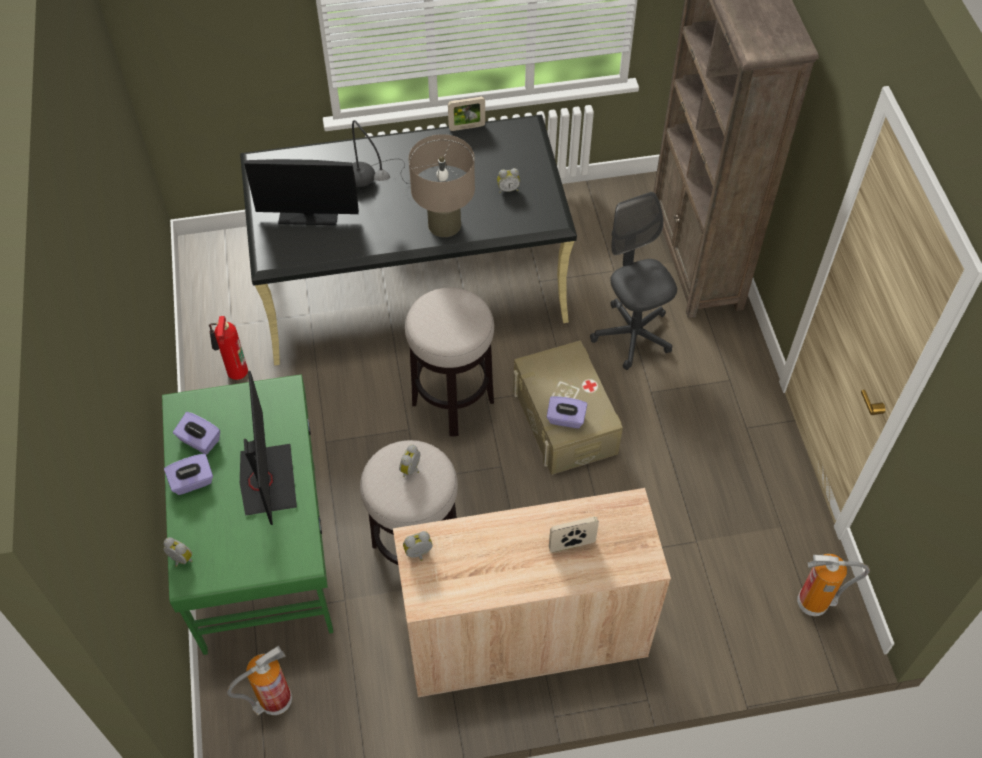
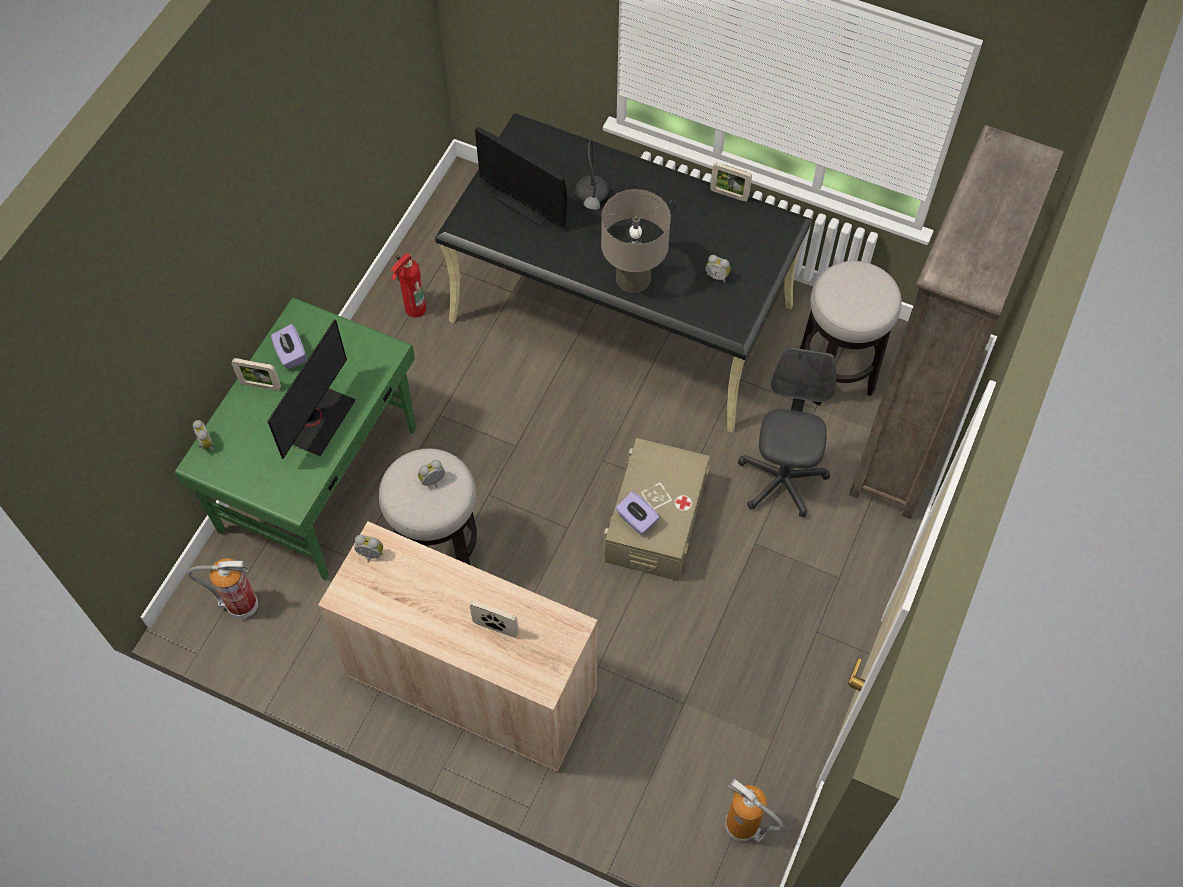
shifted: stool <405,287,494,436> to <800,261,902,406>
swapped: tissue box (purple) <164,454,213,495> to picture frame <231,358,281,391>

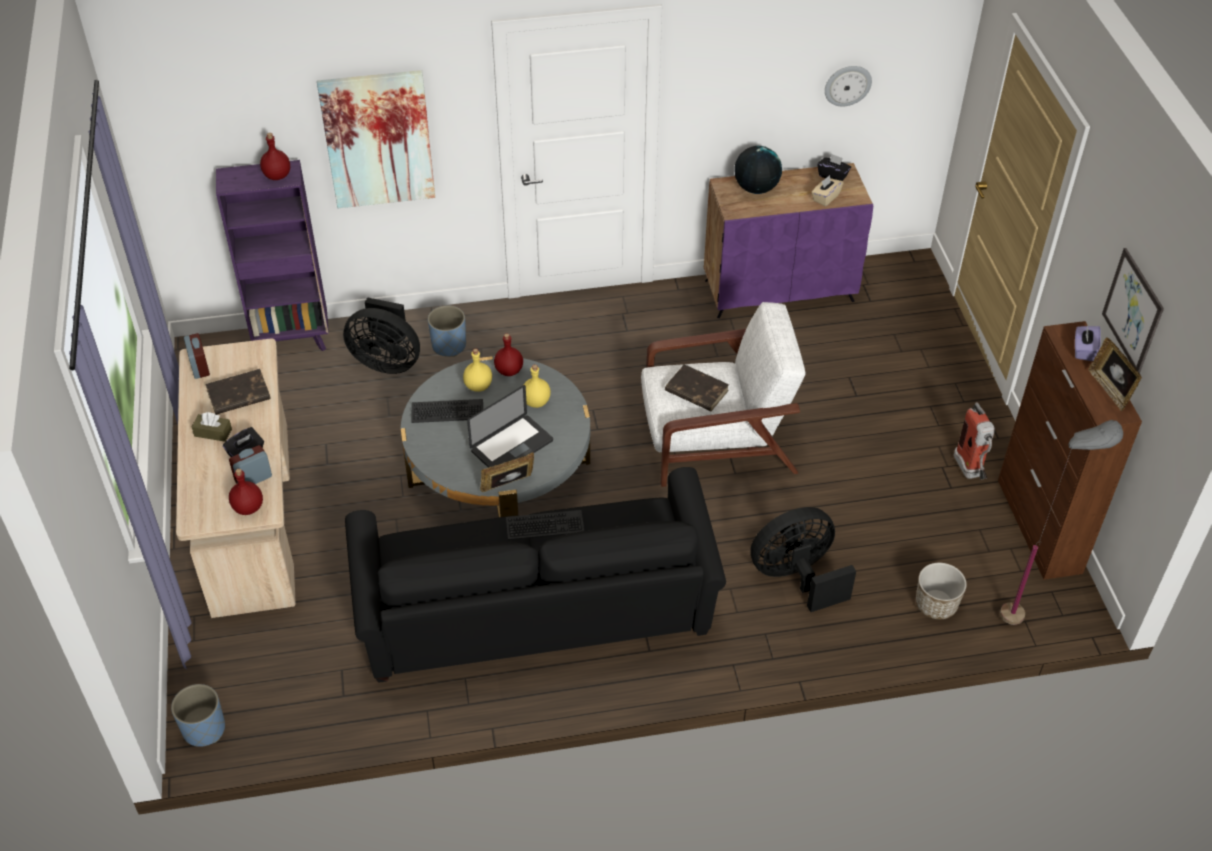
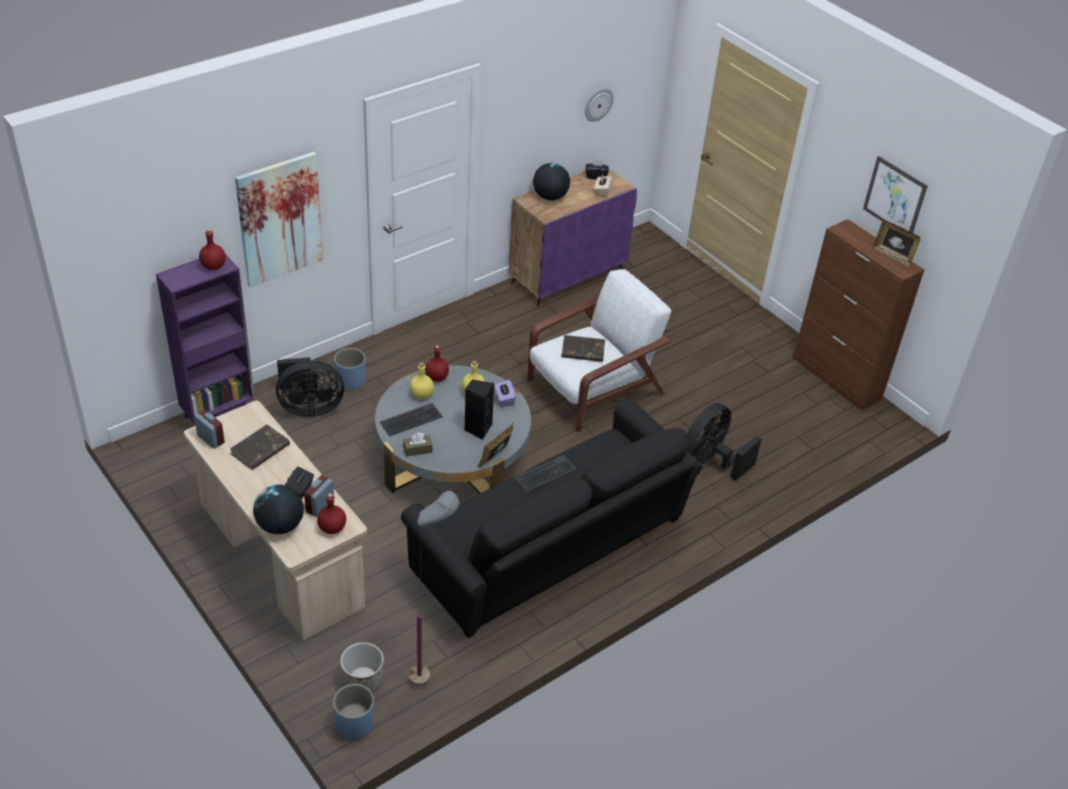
gone: fire extinguisher <954,402,995,479>
new: globe <253,485,304,534>
shifted: tissue box (brown) <192,412,232,442> to <403,433,433,457>; planter <916,563,967,619> to <340,642,384,692>; floor lamp (grey) <1000,420,1123,625> to <408,491,459,686>; tissue box (purple) <1075,324,1101,361> to <494,380,516,407>
swapped: laptop <467,385,553,468> to speaker (black) <464,380,494,440>

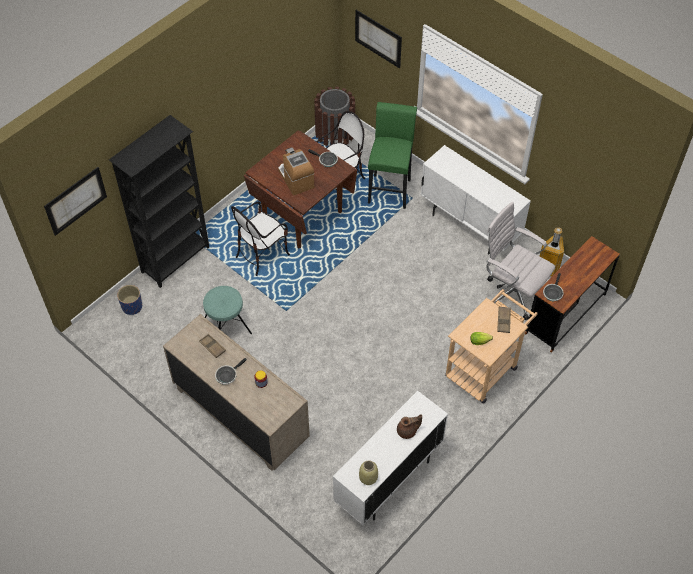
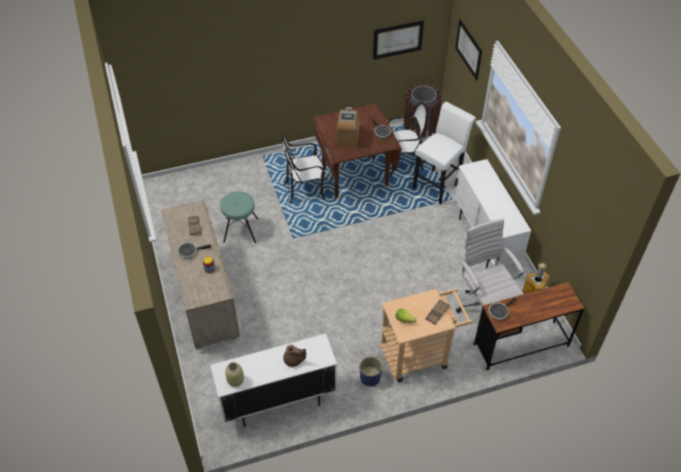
gone: bookcase (black) <109,115,209,288>
shifted: picture <44,167,107,236> to <373,20,424,60>; planter (blue) <117,285,142,315> to <360,356,382,387>
repainted: stool (green) <368,102,417,209> to stool (white) <413,102,476,205>

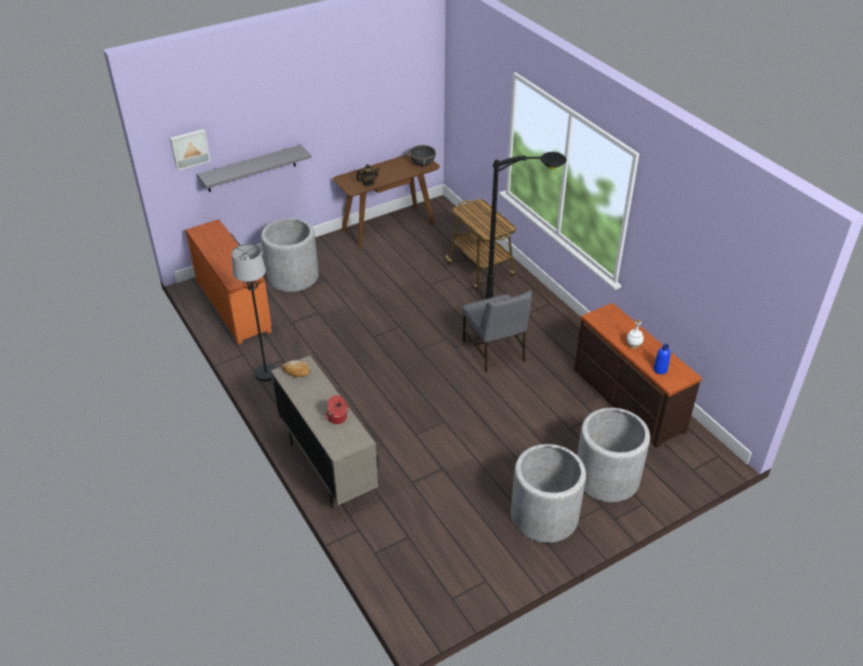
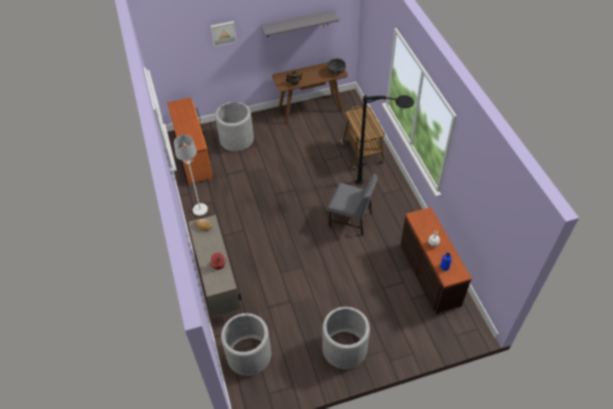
shifted: picture <170,129,211,171> to <211,21,237,47>; shelf (grey) <197,145,312,192> to <261,10,339,37>; planter (grey) <577,408,650,502> to <221,313,271,376>
repainted: floor lamp (black) <232,244,276,381> to floor lamp (white) <174,135,208,216>
rotated: chair (grey) <462,291,532,372> = <328,174,378,235> 60 degrees counterclockwise

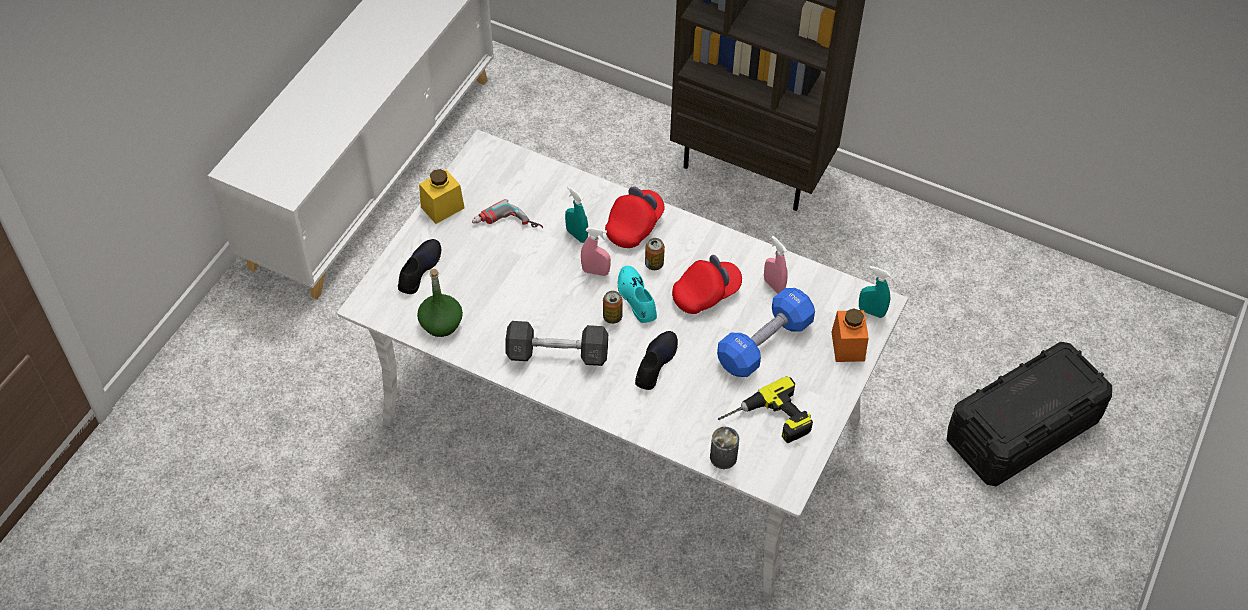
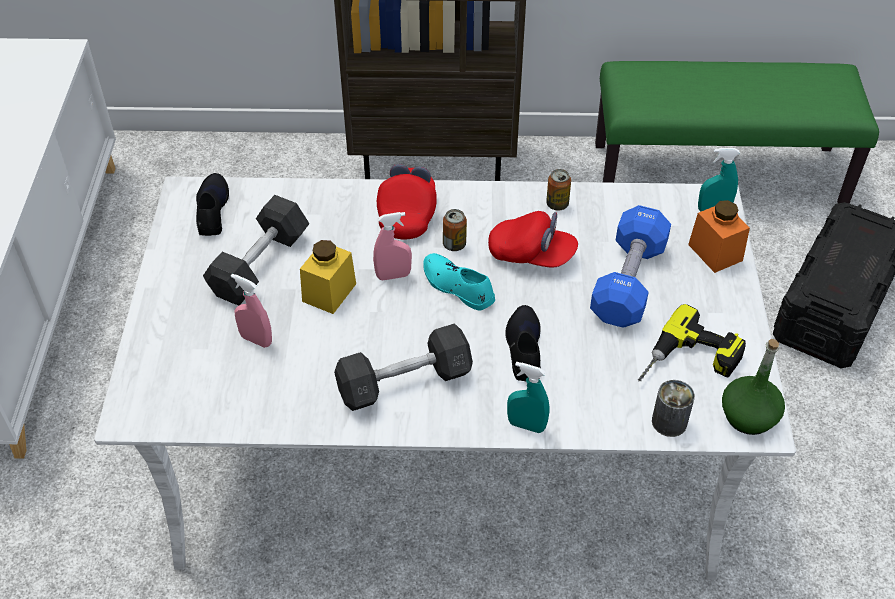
new: bench (green) <595,61,879,204>
shifted: shoe (black) <398,239,441,294> to <196,173,229,236>; bottle (green) <417,269,463,337> to <722,339,785,435>; jar (yellow) <419,169,465,224> to <300,240,356,314>; spray bottle (turquoise) <565,186,588,243> to <507,362,550,433>; can <603,291,623,324> to <546,169,571,211>; spray bottle (pink) <764,236,788,294> to <231,274,272,348>
swapped: power drill <472,199,543,228> to dumbbell (grey) <203,195,310,305>
rotated: cap (red) <672,255,742,314> = <488,211,578,268> 75 degrees clockwise

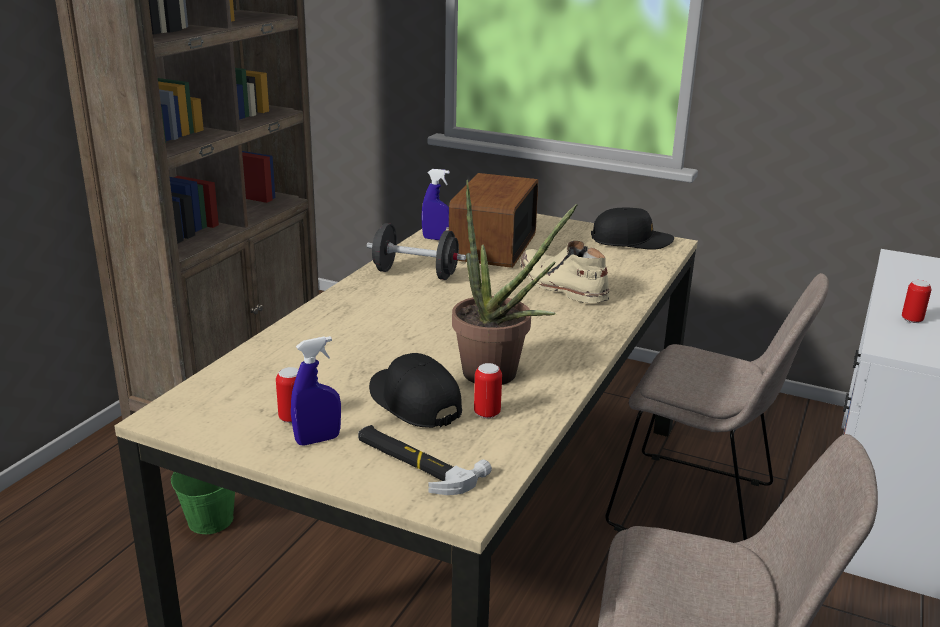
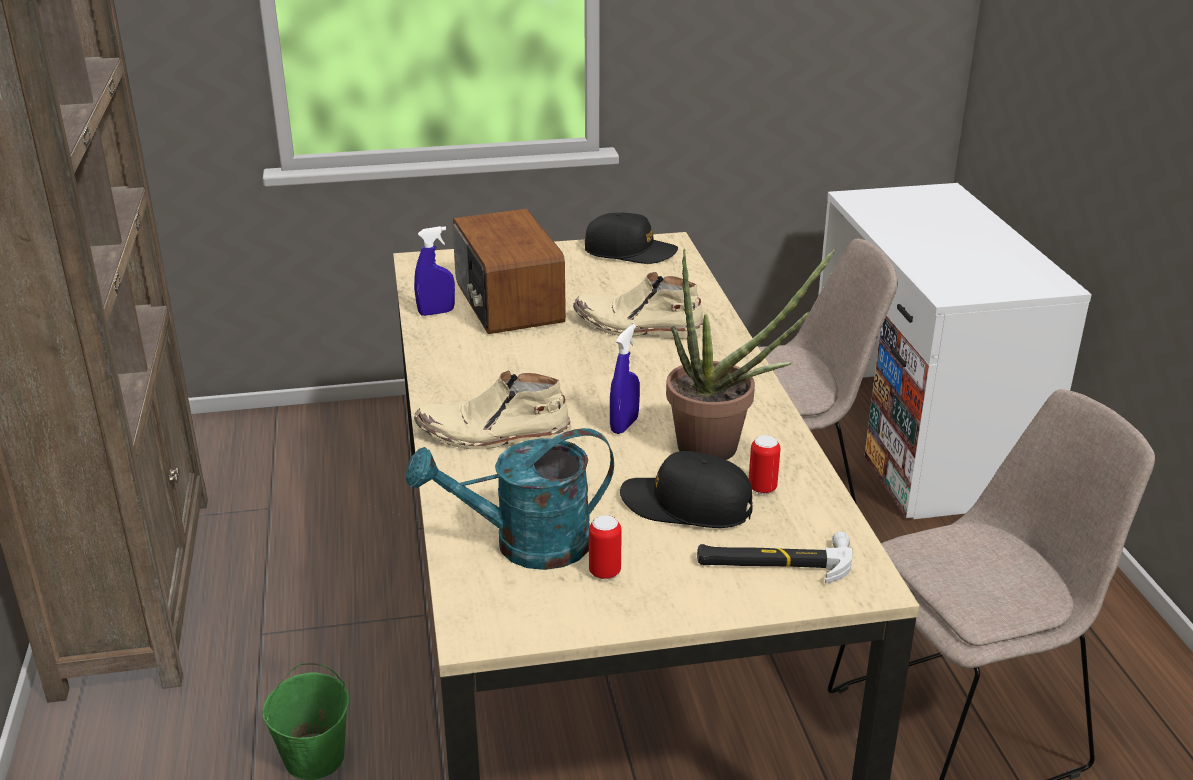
gone: dumbbell (black) <367,223,466,280>; can <902,280,931,323>
new: watering can (turquoise) <406,428,614,570>; boot (beige) <414,371,571,449>
shifted: spray bottle (blue) <291,336,341,446> to <610,324,640,434>
rotated: cap (black) <591,207,674,250> = <585,213,678,264> 45 degrees clockwise

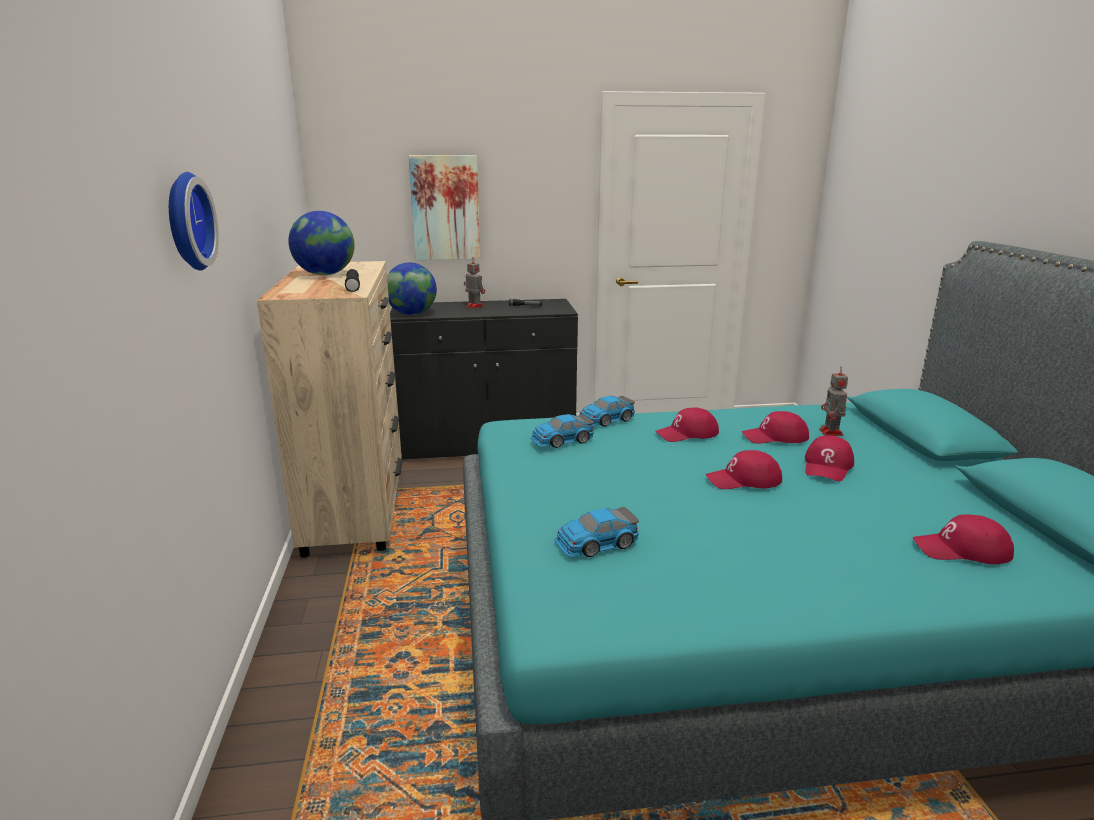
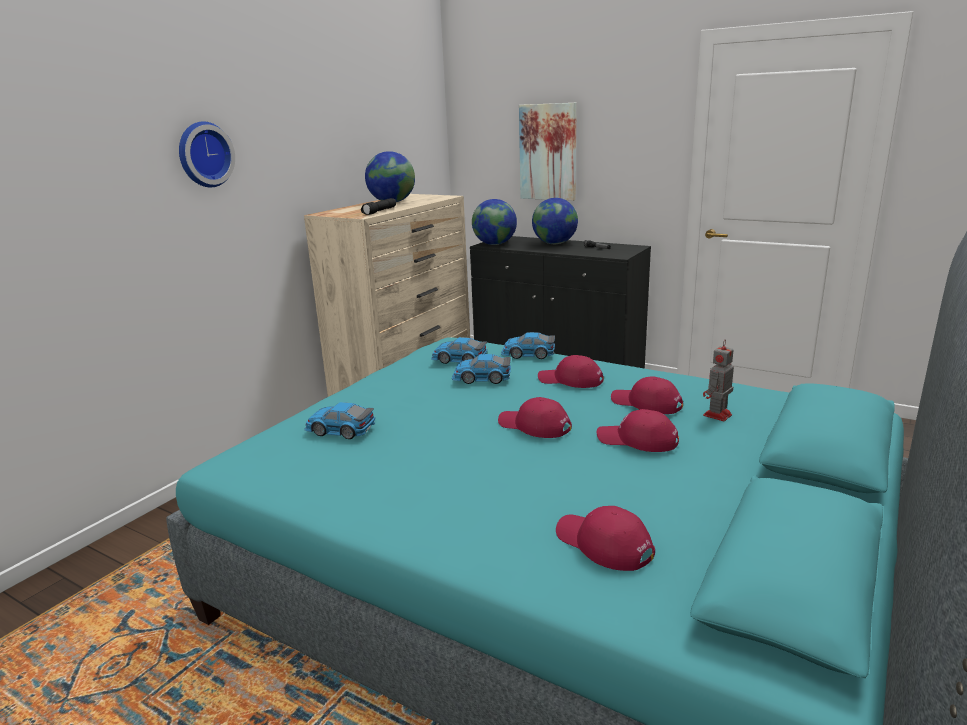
new: toy car <452,354,511,384>
swapped: toy robot <464,260,485,309> to globe <532,198,578,244>
rotated: cap (red) <805,435,854,482> = <597,409,679,452> 45 degrees clockwise

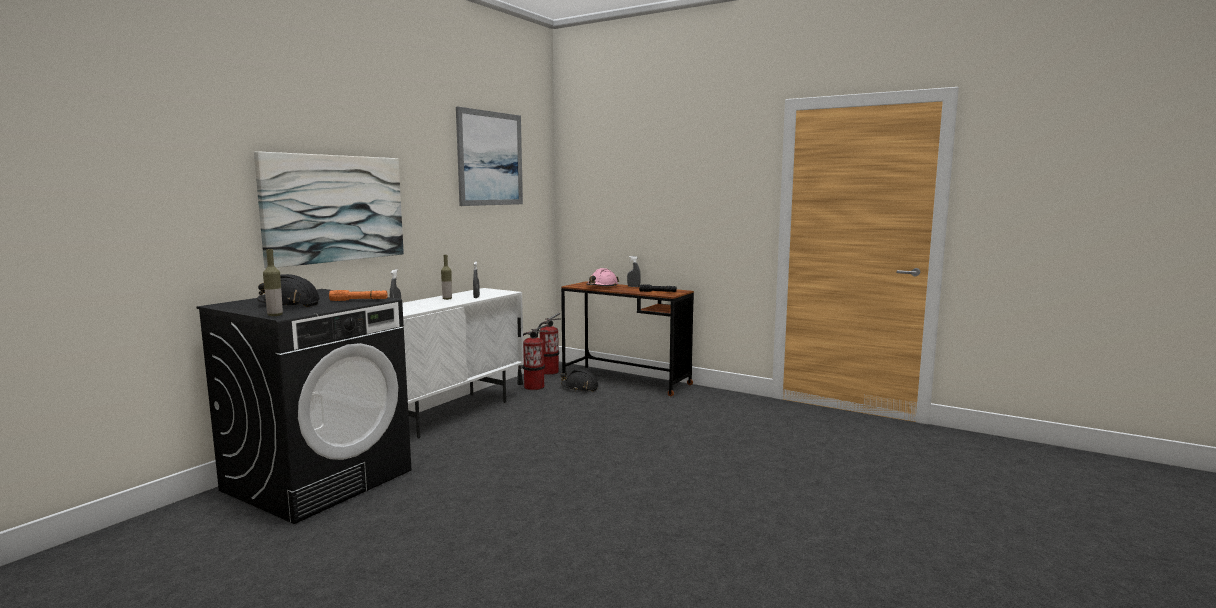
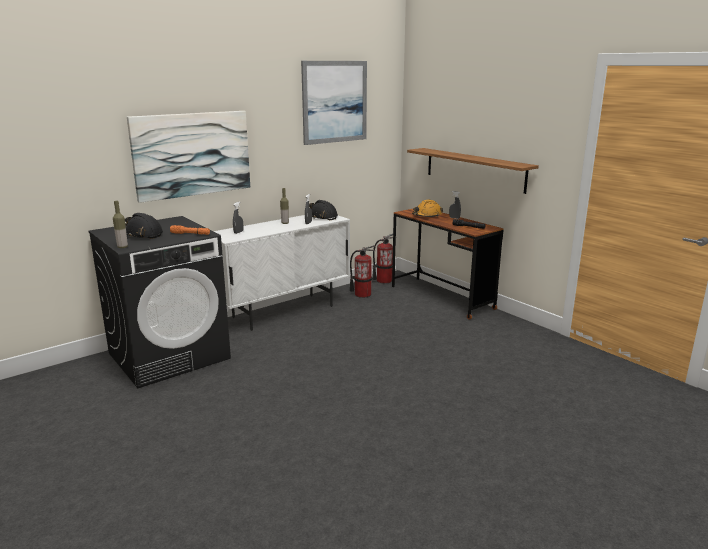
new: shelf <407,148,539,194>
shifted: hard hat (black) <561,369,599,391> to <309,200,338,221>
repainted: hard hat (pink) <586,268,619,287> to hard hat (orange) <412,200,443,217>

